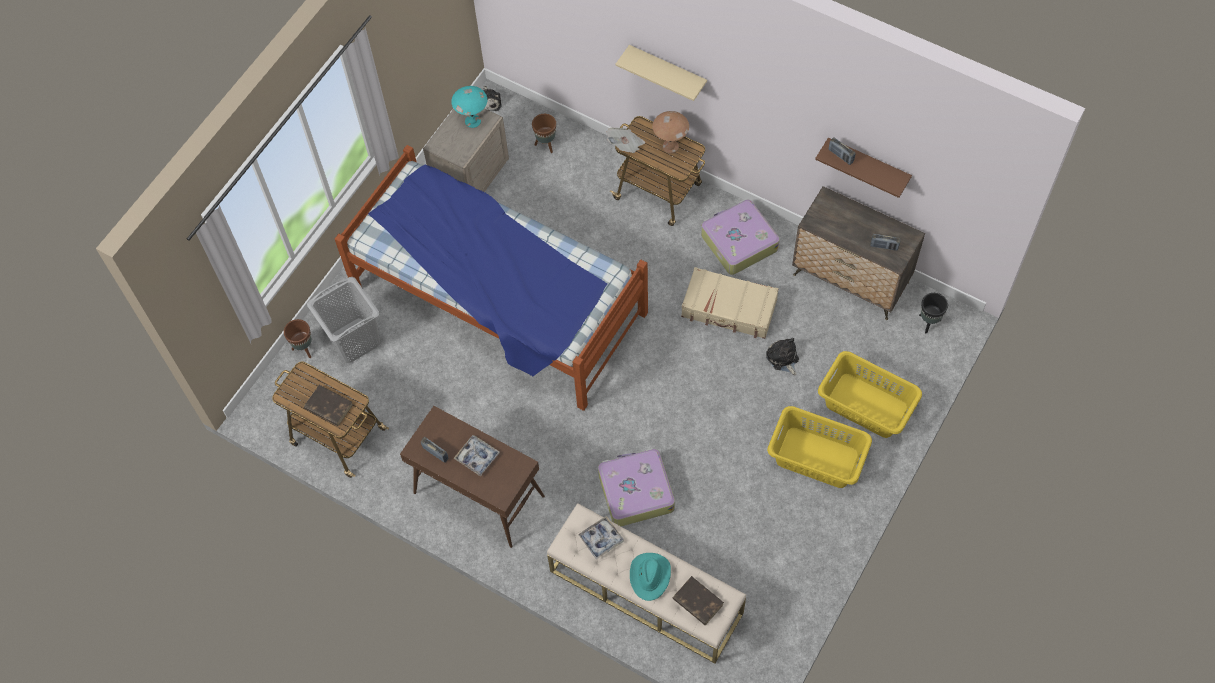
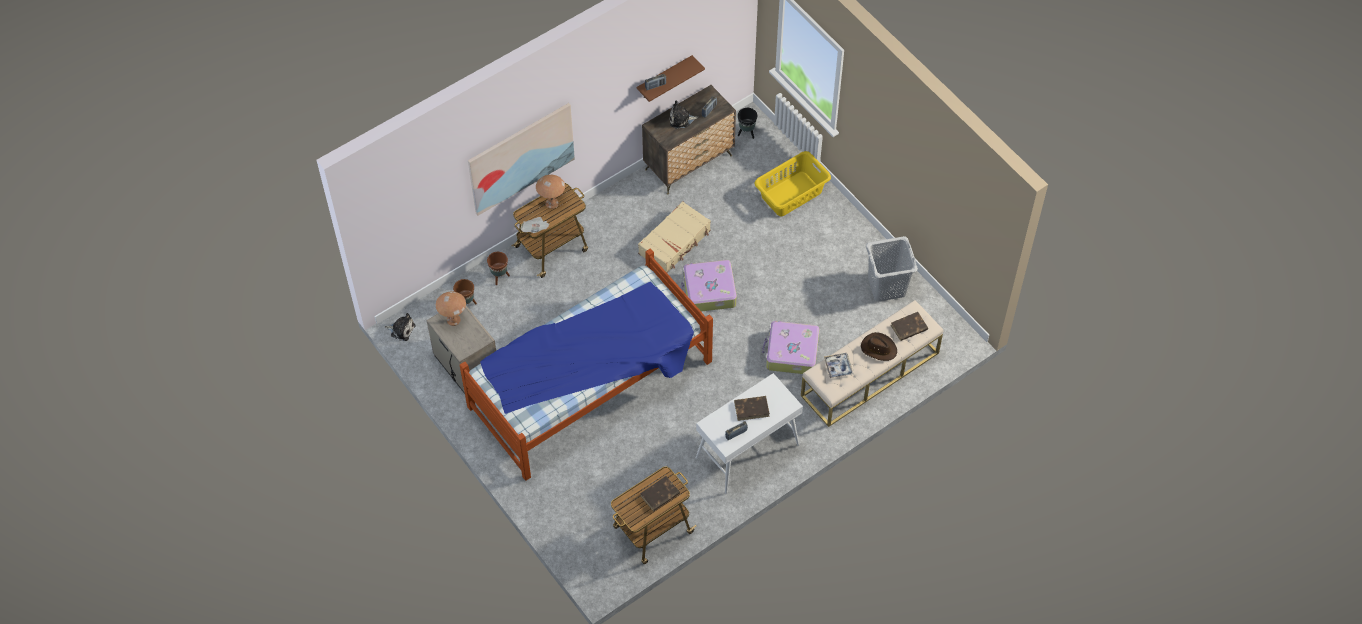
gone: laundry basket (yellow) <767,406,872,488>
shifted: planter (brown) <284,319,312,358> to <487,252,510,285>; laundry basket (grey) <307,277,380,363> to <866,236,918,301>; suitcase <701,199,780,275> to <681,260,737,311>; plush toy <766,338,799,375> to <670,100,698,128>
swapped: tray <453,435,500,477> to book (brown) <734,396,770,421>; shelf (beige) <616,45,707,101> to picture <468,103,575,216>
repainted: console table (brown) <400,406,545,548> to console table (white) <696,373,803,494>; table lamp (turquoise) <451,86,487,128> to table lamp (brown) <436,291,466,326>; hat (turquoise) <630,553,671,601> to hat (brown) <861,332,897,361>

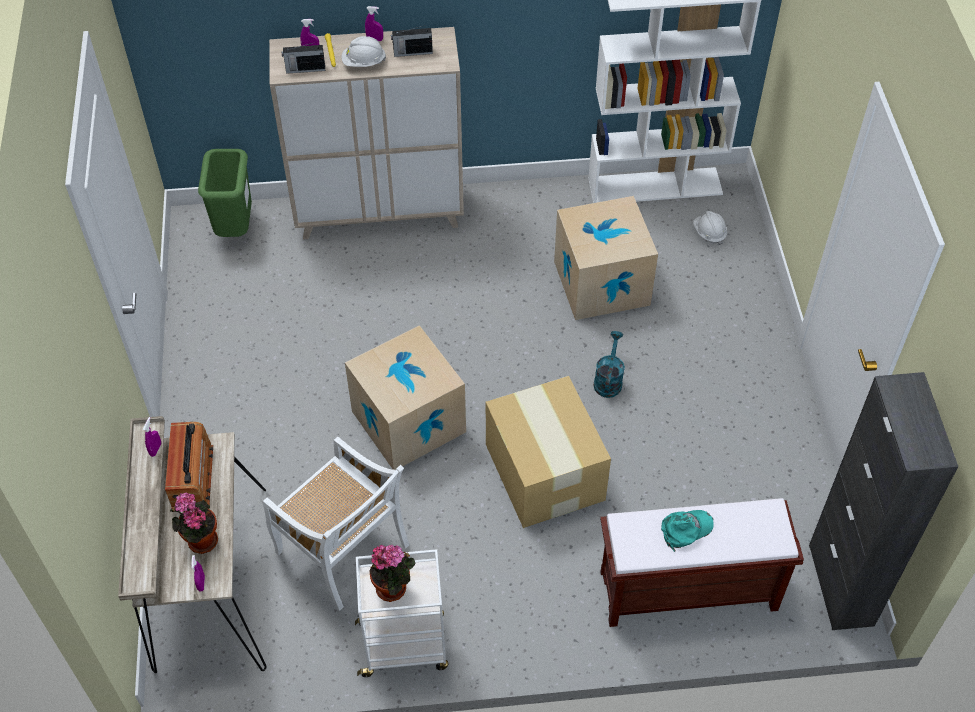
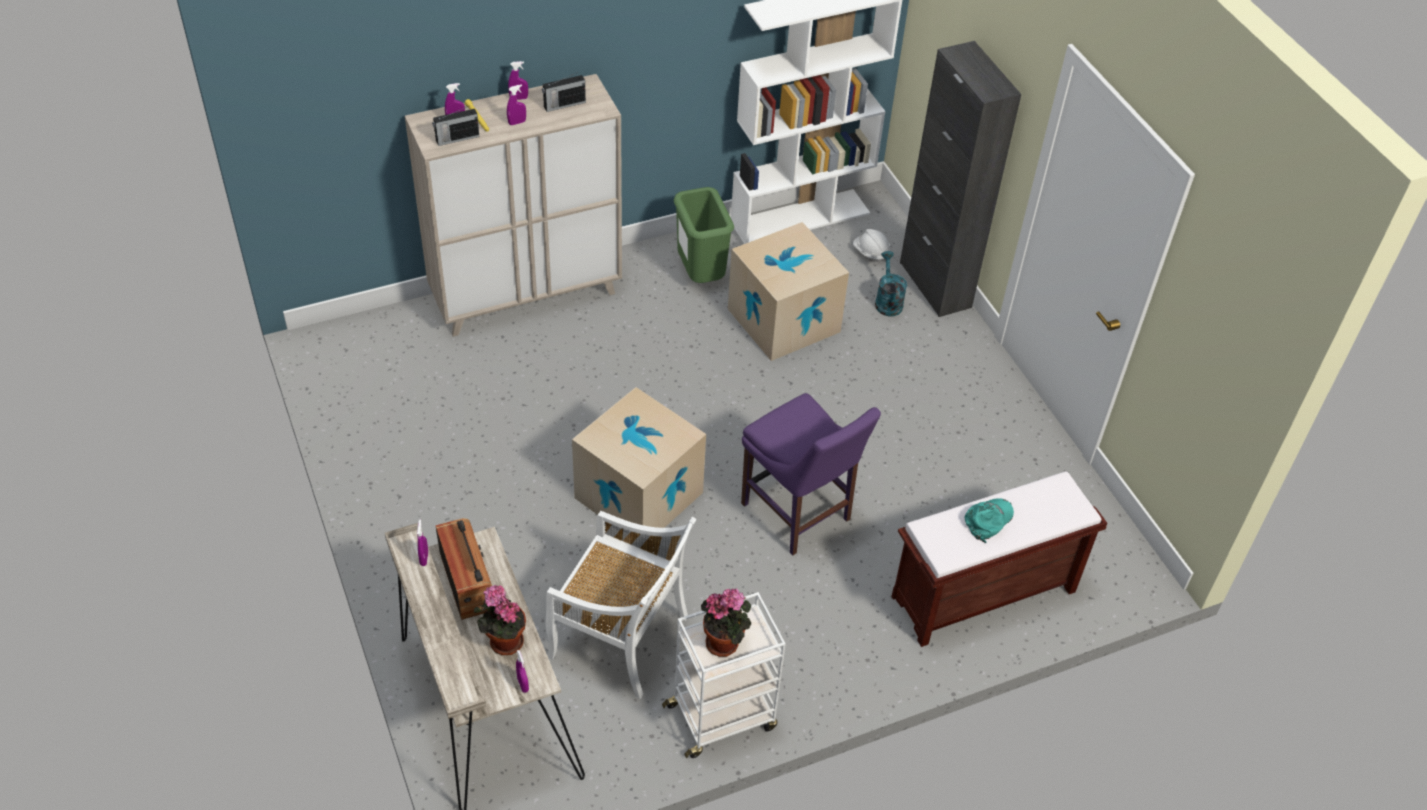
shifted: trash can (green) <198,149,252,237> to <674,187,734,283>; watering can (turquoise) <593,331,625,398> to <875,251,907,317>; cabinet (black) <809,372,958,630> to <900,41,1021,317>
swapped: hard hat (white) <342,36,386,67> to spray bottle (purple) <507,84,526,125>; cardboard box <486,376,611,528> to chair (purple) <741,393,881,555>

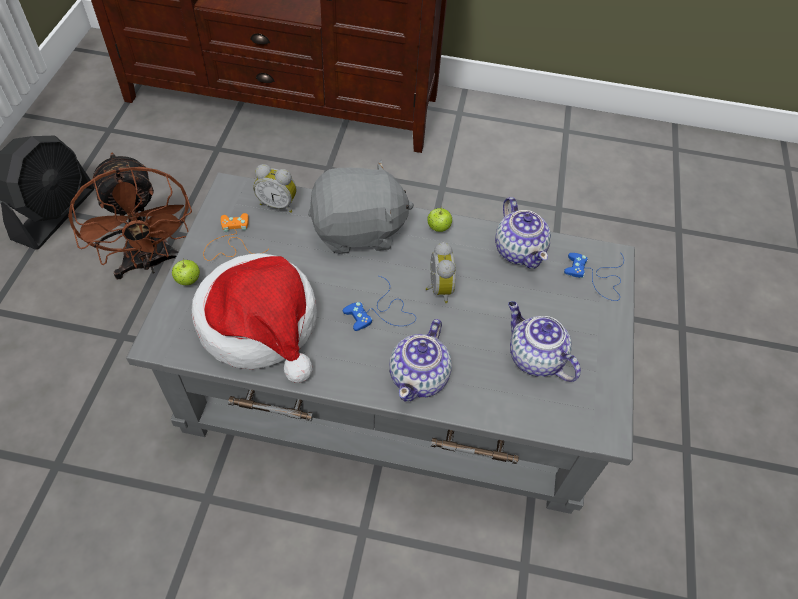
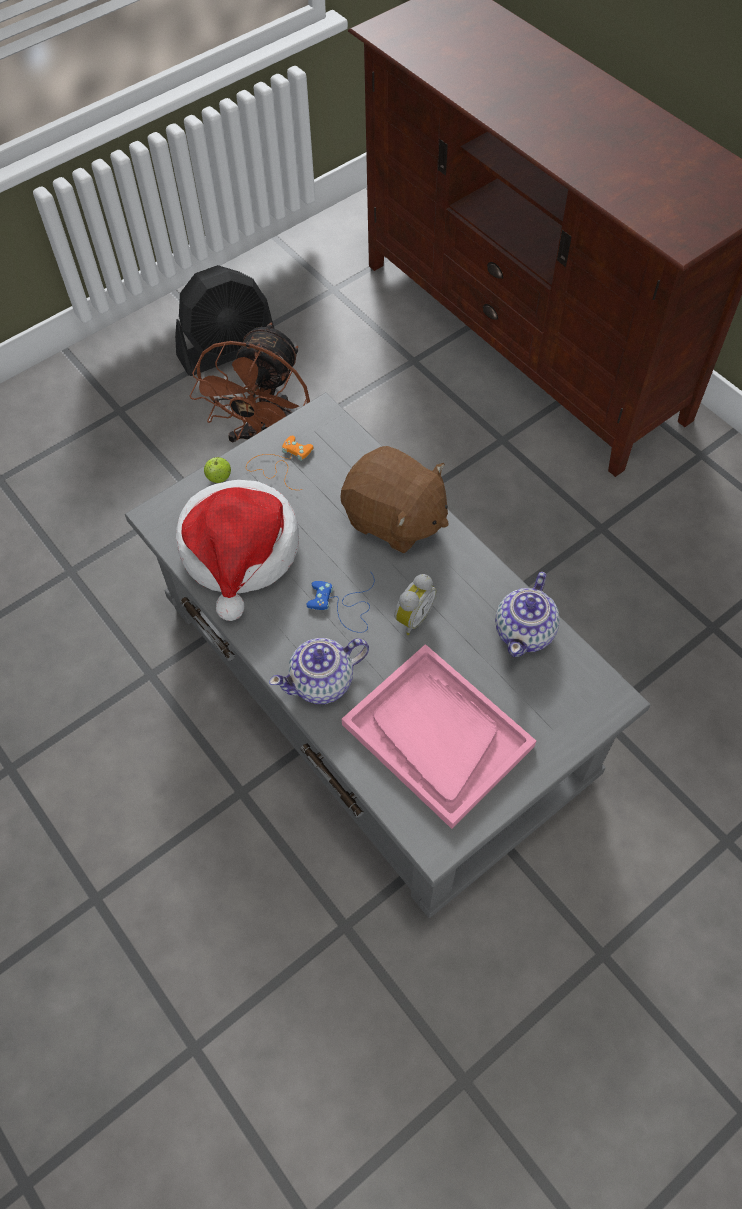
gone: alarm clock <253,164,297,213>; apple <427,206,452,232>; game controller (blue) <564,252,624,301>
swapped: teapot <508,301,581,382> to tray (pink) <342,644,536,829>
repainted: plush toy (grey) <308,160,414,254> to plush toy (brown) <340,446,449,553>

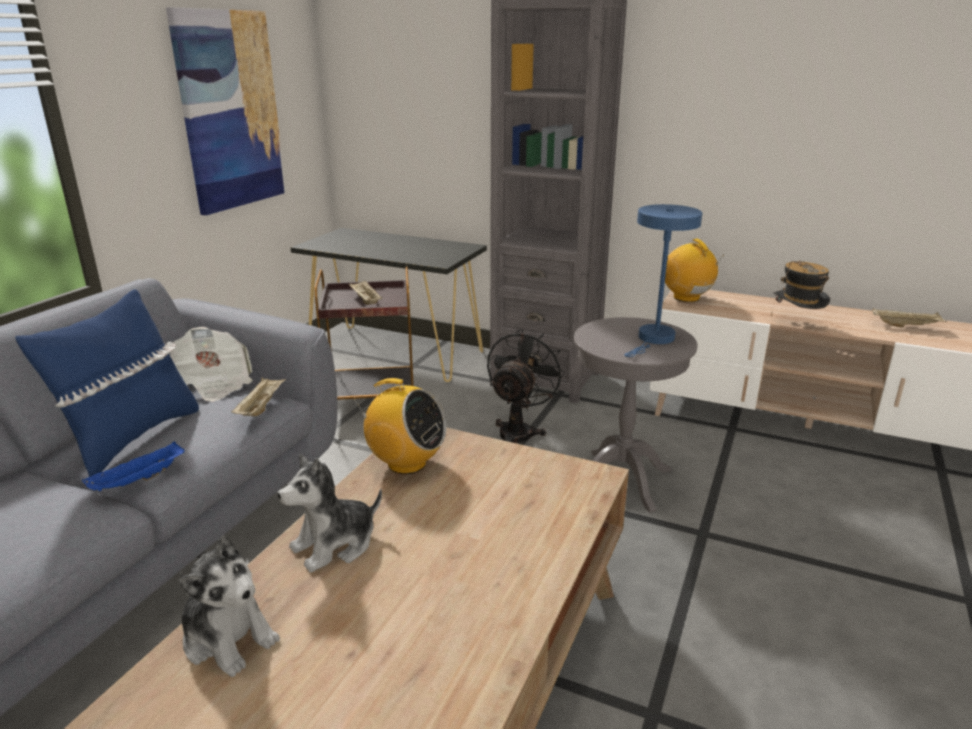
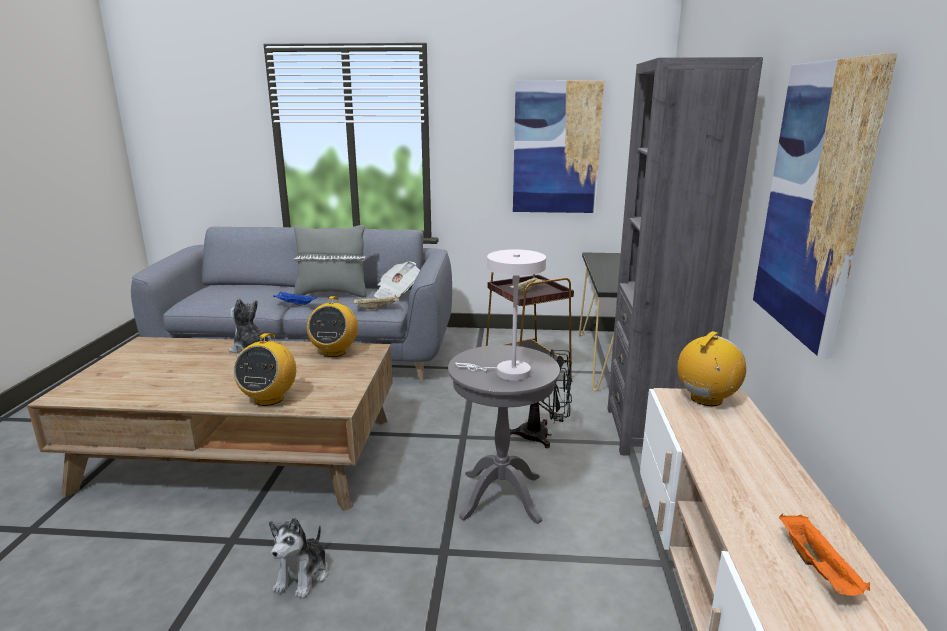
gone: hat <771,261,830,317>
new: radio <234,333,296,406>; picture <753,53,897,358>
shifted: plush toy <179,535,280,677> to <269,517,328,599>
repainted: pillow (blue) <15,289,199,477> to pillow (grey) <293,225,367,297>; table lamp (blue) <624,204,702,357> to table lamp (white) <455,249,546,381>; tray (beige) <872,309,947,328> to tray (orange) <779,514,870,596>

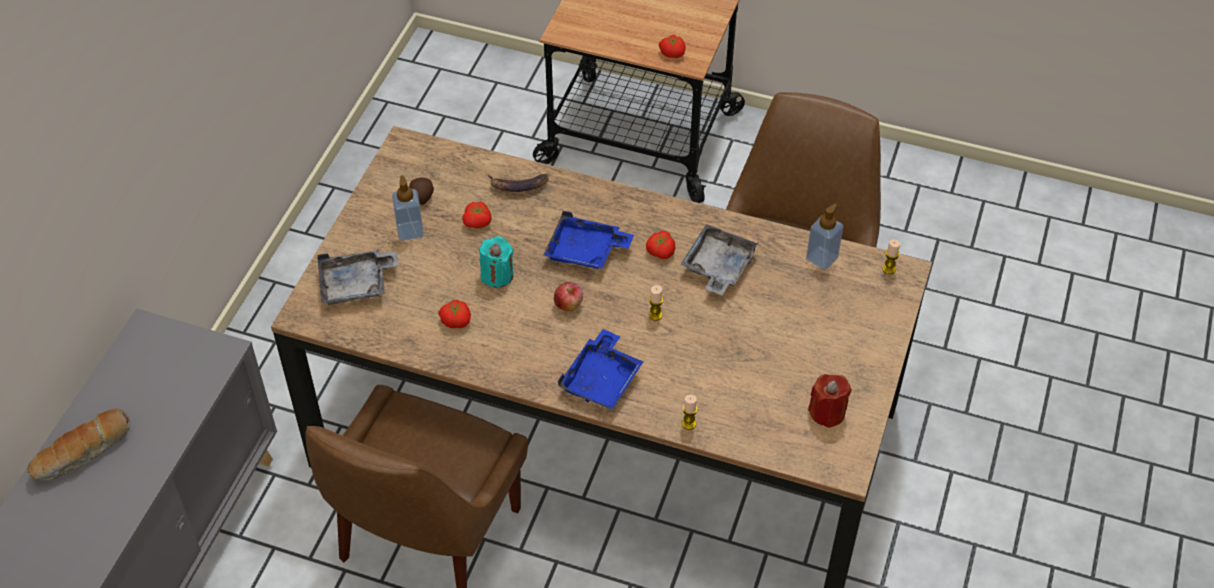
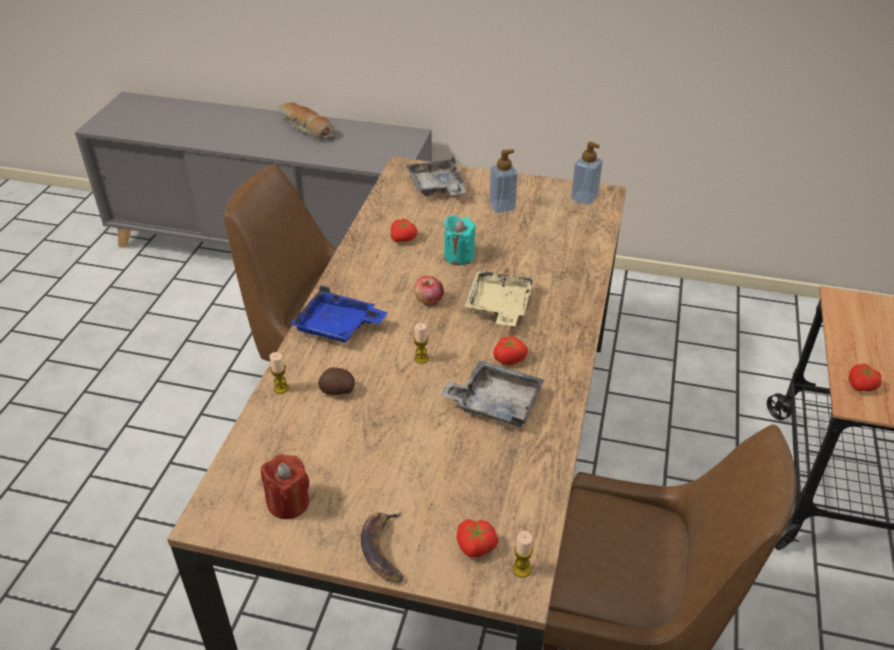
shifted: potato <409,178,434,205> to <318,367,355,395>; tomato <462,202,492,228> to <457,519,499,558>; banana <488,174,548,192> to <361,512,404,583>; soap dispenser <806,204,844,270> to <571,142,603,205>
repainted: tray (blue) <544,211,634,269> to tray (beige) <464,270,533,326>

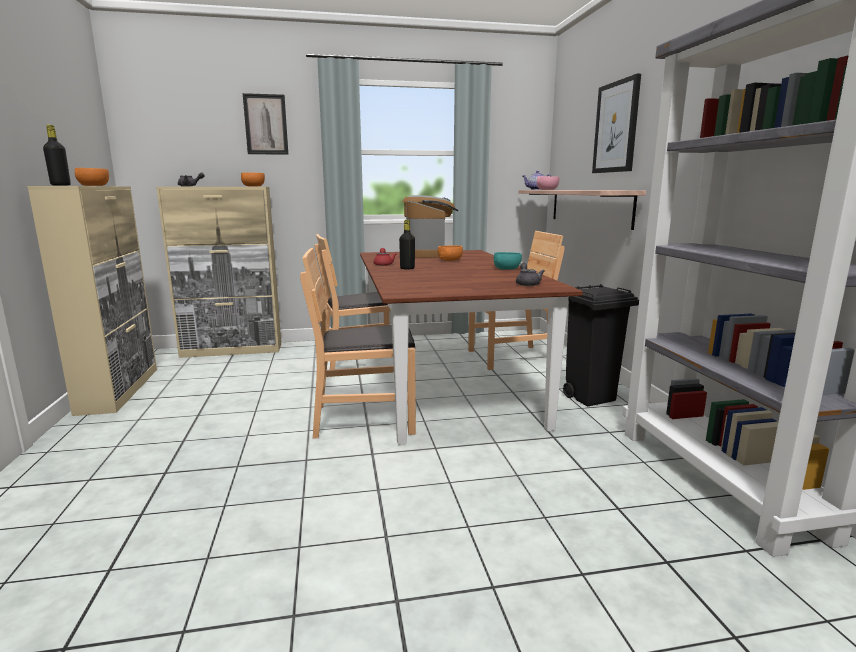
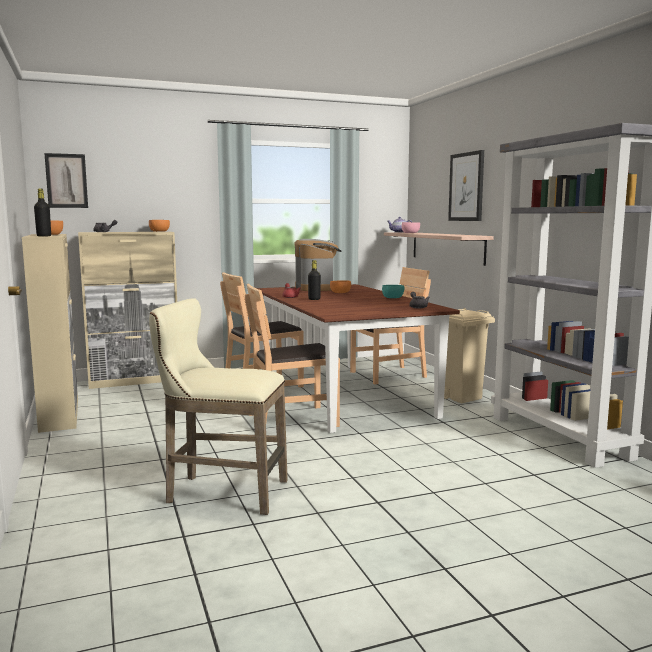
new: stool (beige) <149,298,288,515>
shifted: picture <243,93,288,155> to <44,153,88,208>
repainted: trash can (black) <563,284,639,407> to trash can (beige) <444,308,495,403>

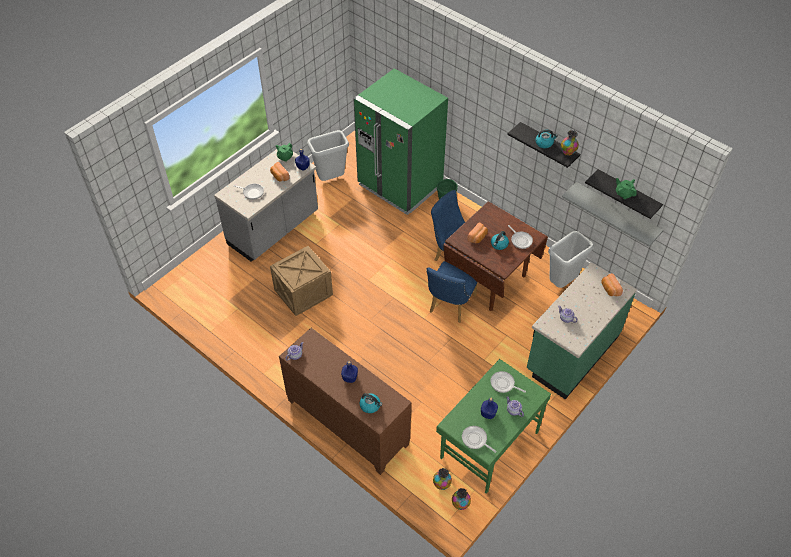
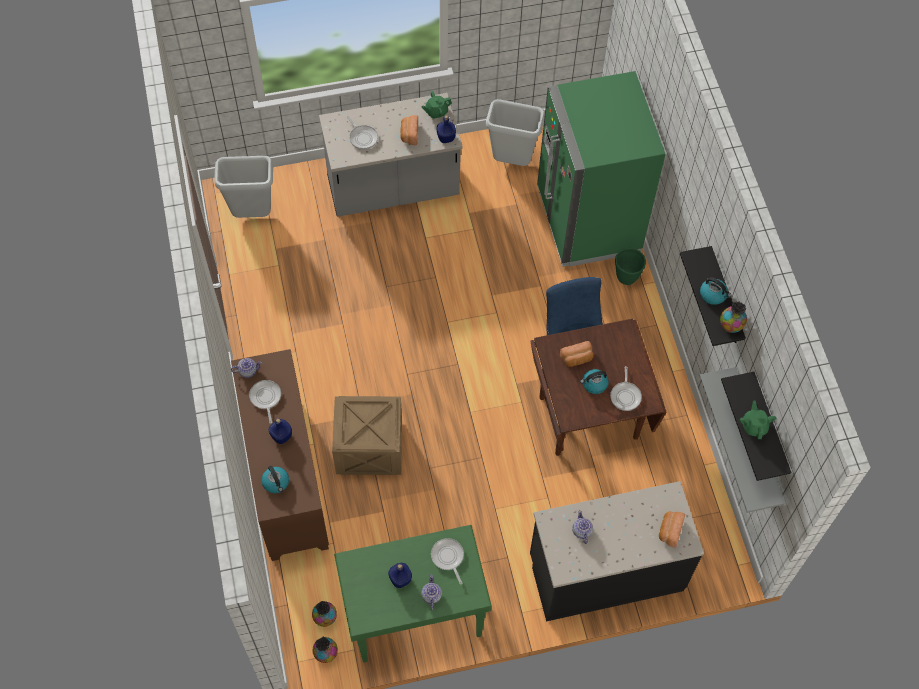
gone: chair (blue) <426,261,478,323>
shifted: crate <270,246,333,316> to <332,396,402,475>; frying pan <462,426,496,453> to <249,380,281,424>; trash can (grey) <548,231,594,288> to <214,156,273,218>
repainted: counter (green) <527,262,637,399> to counter (black) <530,481,704,622>

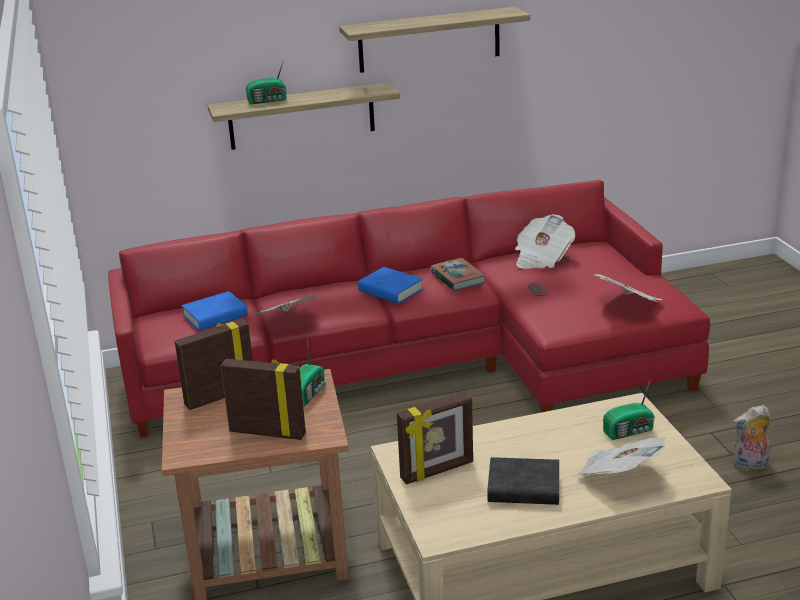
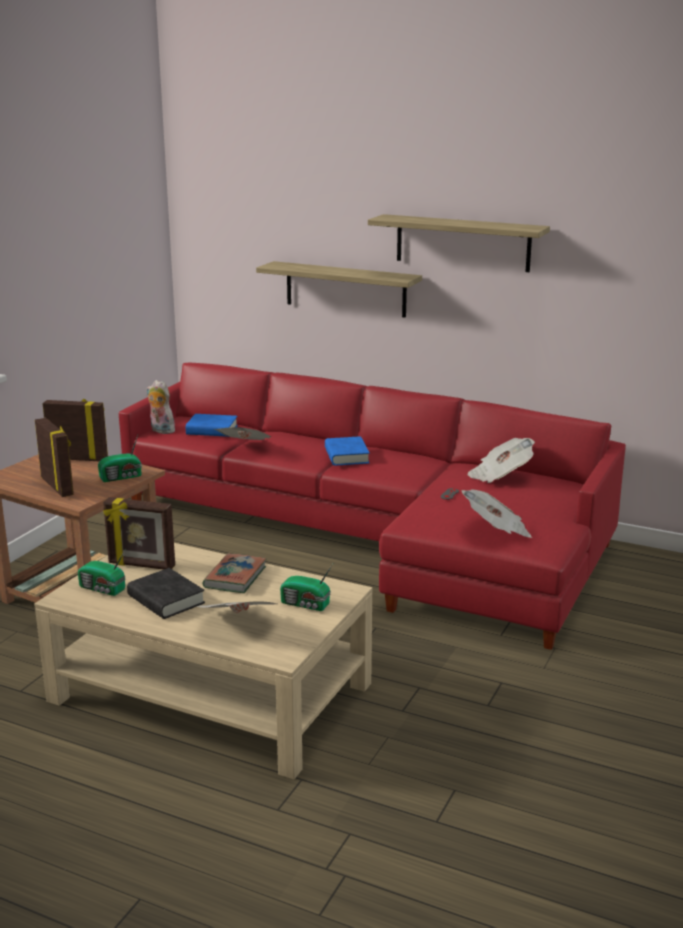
shifted: radio <246,60,287,104> to <78,549,126,596>; book <430,258,486,291> to <203,553,266,593>; plush toy <732,405,771,470> to <146,380,175,434>

